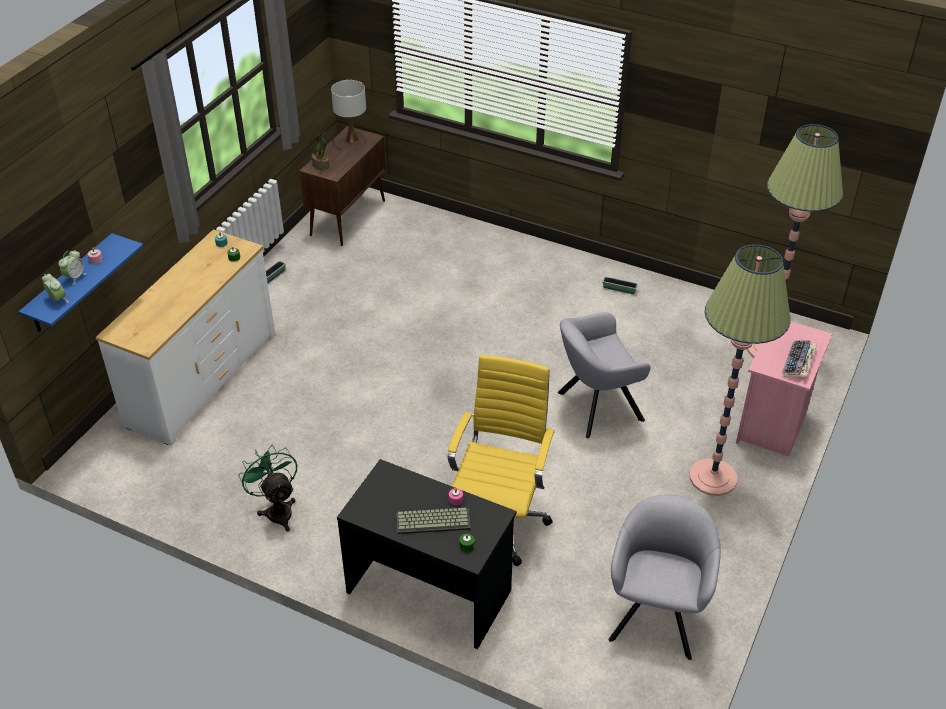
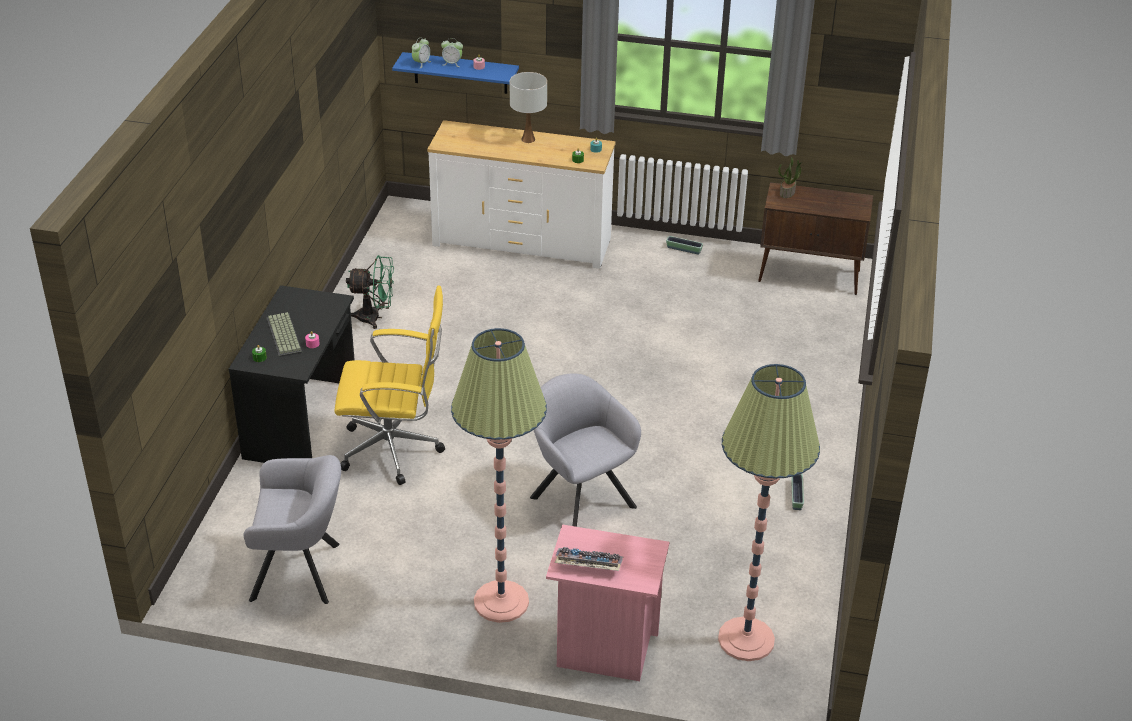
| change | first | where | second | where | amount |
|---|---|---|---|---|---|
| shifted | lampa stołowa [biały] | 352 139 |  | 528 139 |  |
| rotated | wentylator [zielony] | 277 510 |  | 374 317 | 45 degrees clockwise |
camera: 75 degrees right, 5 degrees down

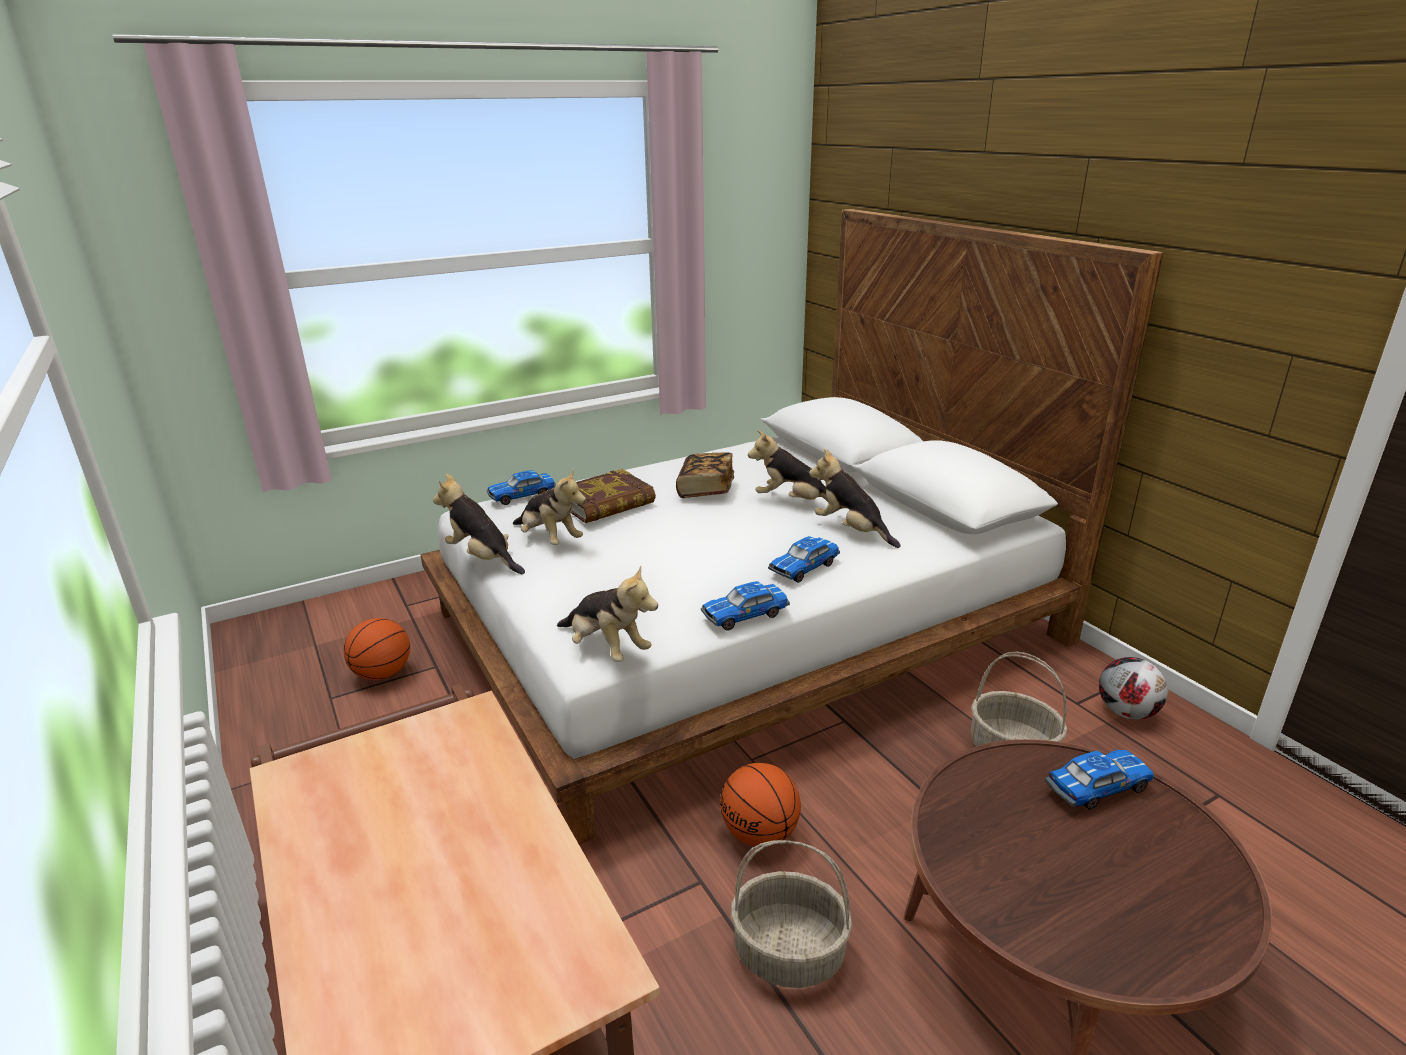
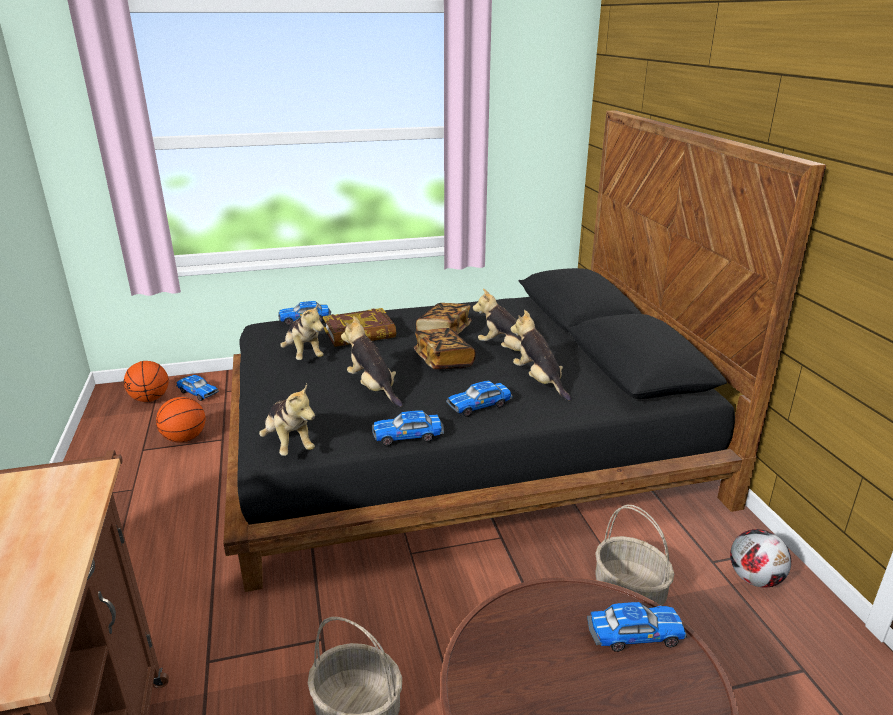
| change | first | where | second | where | amount |
|---|---|---|---|---|---|
| repainted | łóżko [biały] | 743 626 | łóżko [czarny] | 460 447 |  |
| shifted | pluszak | 482 558 |  | 373 388 |  |
| shifted | piłka do koszykówki | 760 834 |  | 150 399 |  |
| new |  |  | książka | 443 361 |  |
| new |  |  | samochodzik | 198 392 |  |
camera: 15 degrees right, 0 degrees up

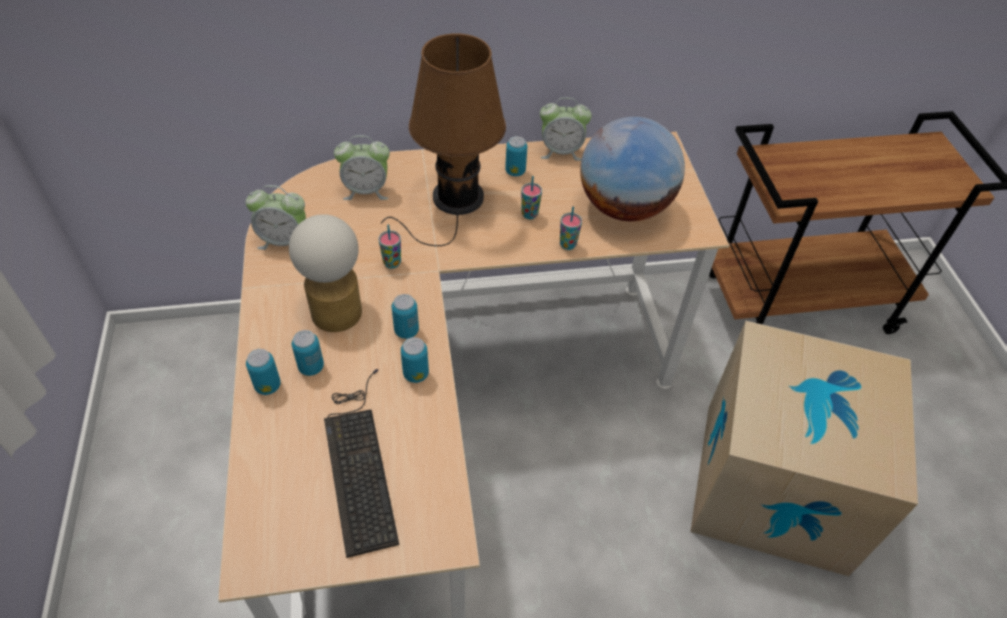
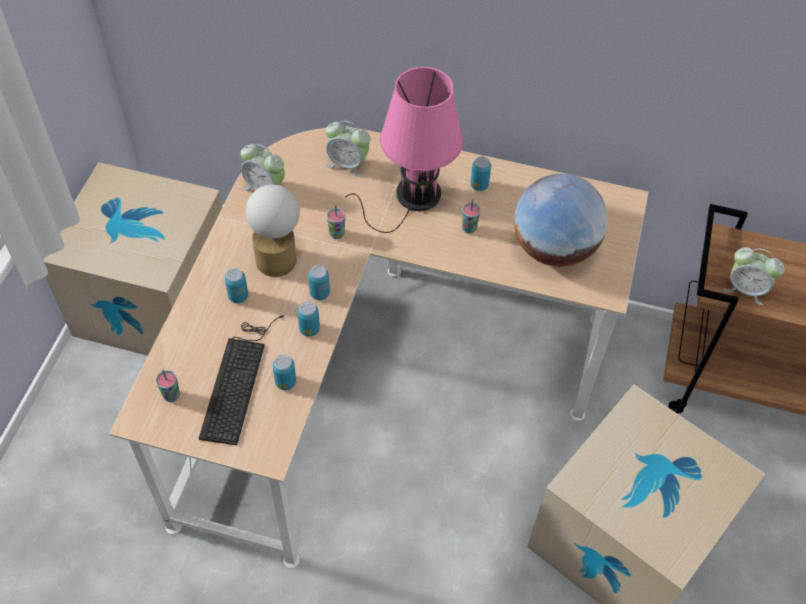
| change | first | where | second | where | amount |
|---|---|---|---|---|---|
| repainted | lampa stołowa [brązowy] | 454 201 | lampa stołowa [różowy] | 413 196 |  |
| shifted | budzik | 561 152 |  | 745 289 |  |
| shifted | filiżanka | 567 244 |  | 171 396 |  |
| shifted | puszka | 268 386 |  | 285 382 |  |
| new |  |  | karton | 155 301 |  |
camera: 25 degrees right, 5 degrees up

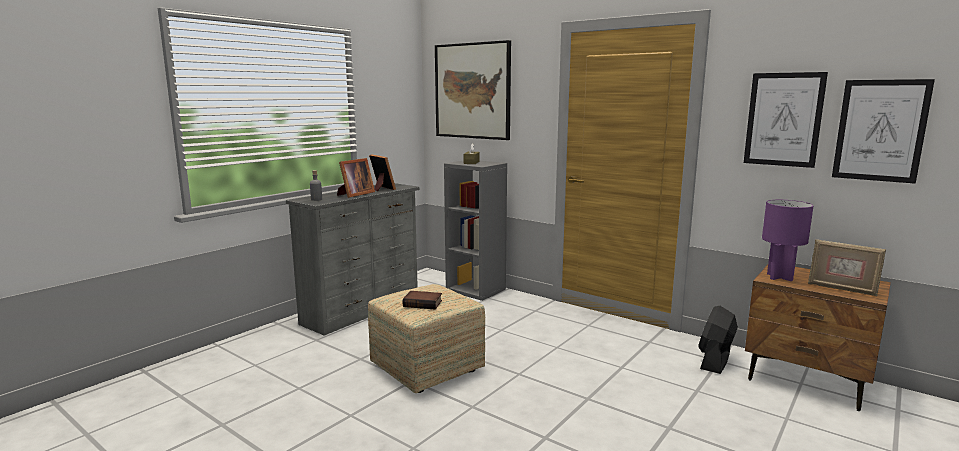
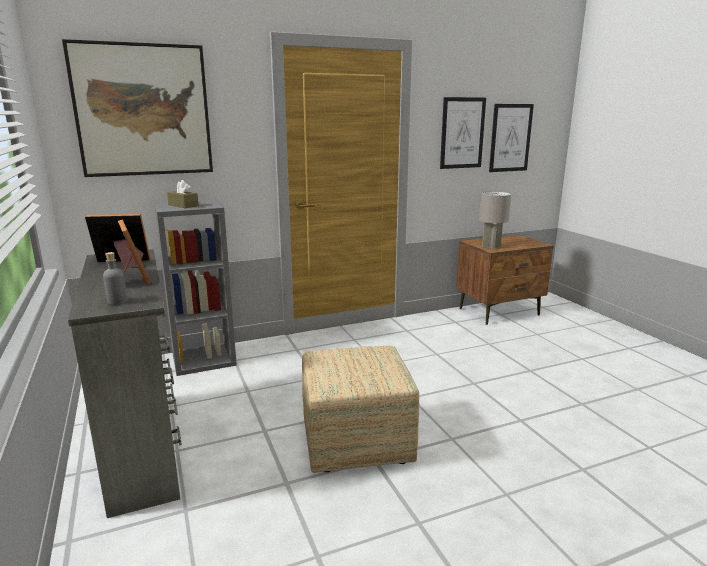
| change | first | where | second | where | amount |
|---|---|---|---|---|---|
| repainted | lampa stołowa [fioletowy] | 780 277 | lampa stołowa [szary] | 491 247 |  |
| gone | ramka na zdjęcie | 841 289 |  |  |  |
| gone | książka | 423 303 |  |  |  |
| gone | wentylator [czarny] | 715 360 |  |  |  |
camera: 60 degrees left, 5 degrees up

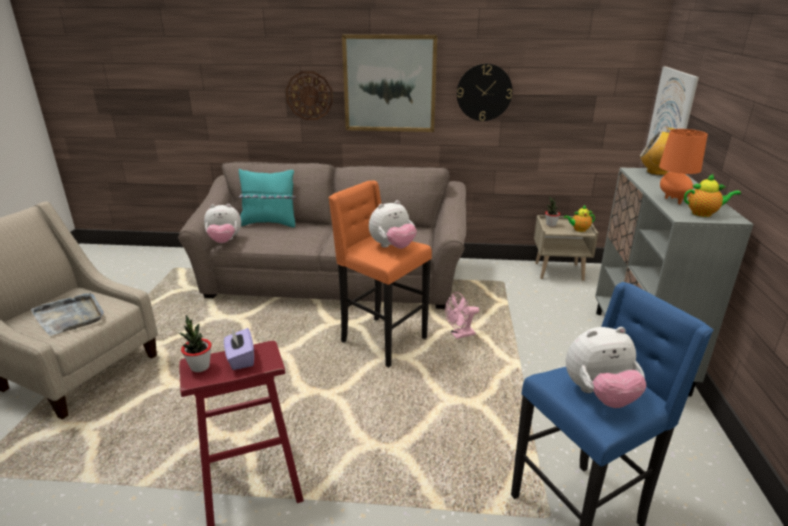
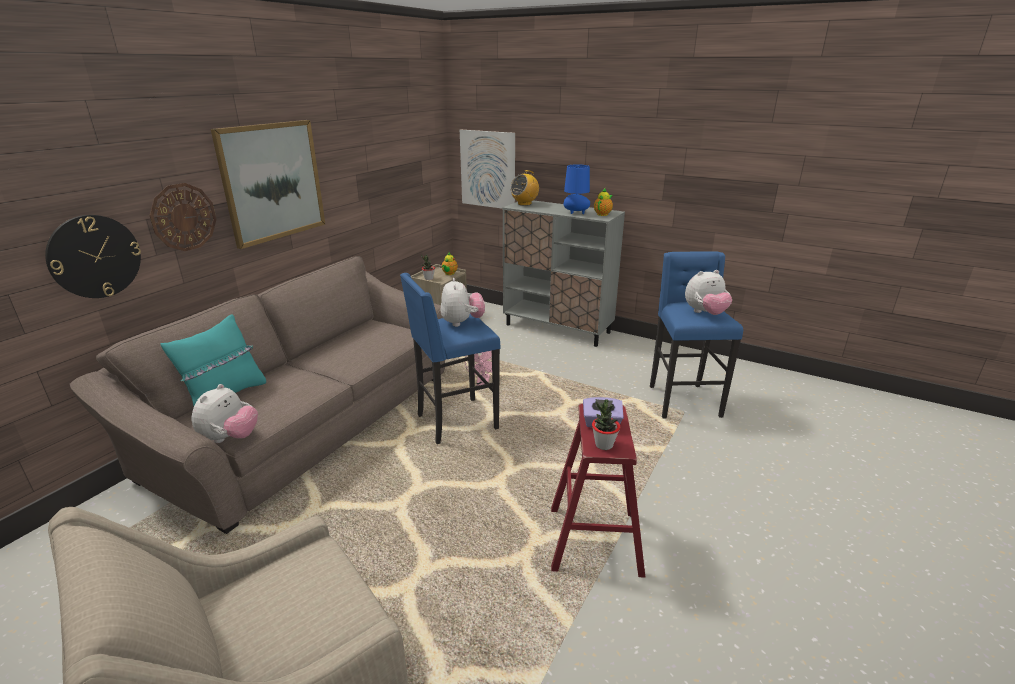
| change | first | where | second | where | amount |
|---|---|---|---|---|---|
| shifted | zegar ścienny | 484 92 |  | 95 256 |  |
| repainted | lampa stołowa [pomarańczowy] | 672 200 | lampa stołowa [niebieski] | 575 213 |  |
| repainted | stołek [pomarańczowy] | 381 340 | stołek [niebieski] | 455 422 |  |
| gone | taca [szary] | 70 316 |  |  |  |
| rotated | pluszak | 599 395 |  | 705 313 | 60 degrees clockwise |
camera: 65 degrees left, 0 degrees up

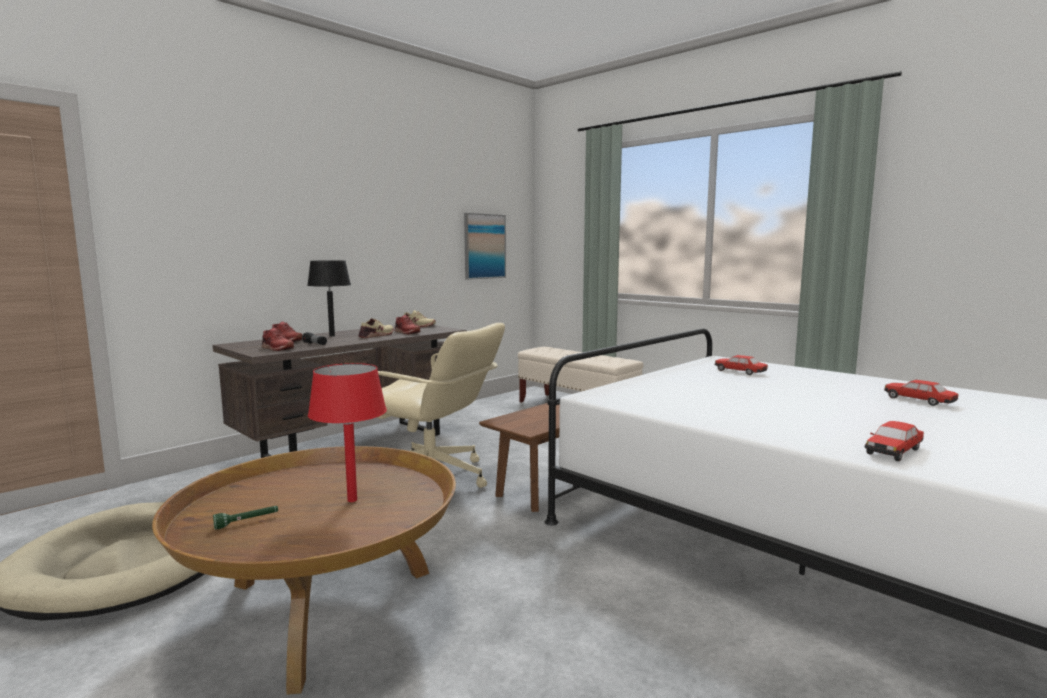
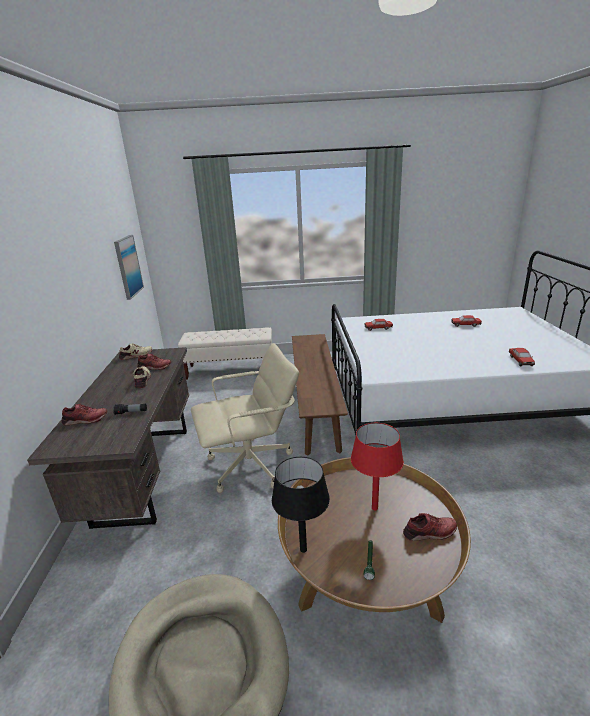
| change | first | where | second | where | amount |
|---|---|---|---|---|---|
| shifted | lampa stołowa [czarny] | 332 336 |  | 303 549 |  |
| shifted | but [czerwony] | 277 348 |  | 429 532 |  |
camera: 45 degrees left, 15 degrees up

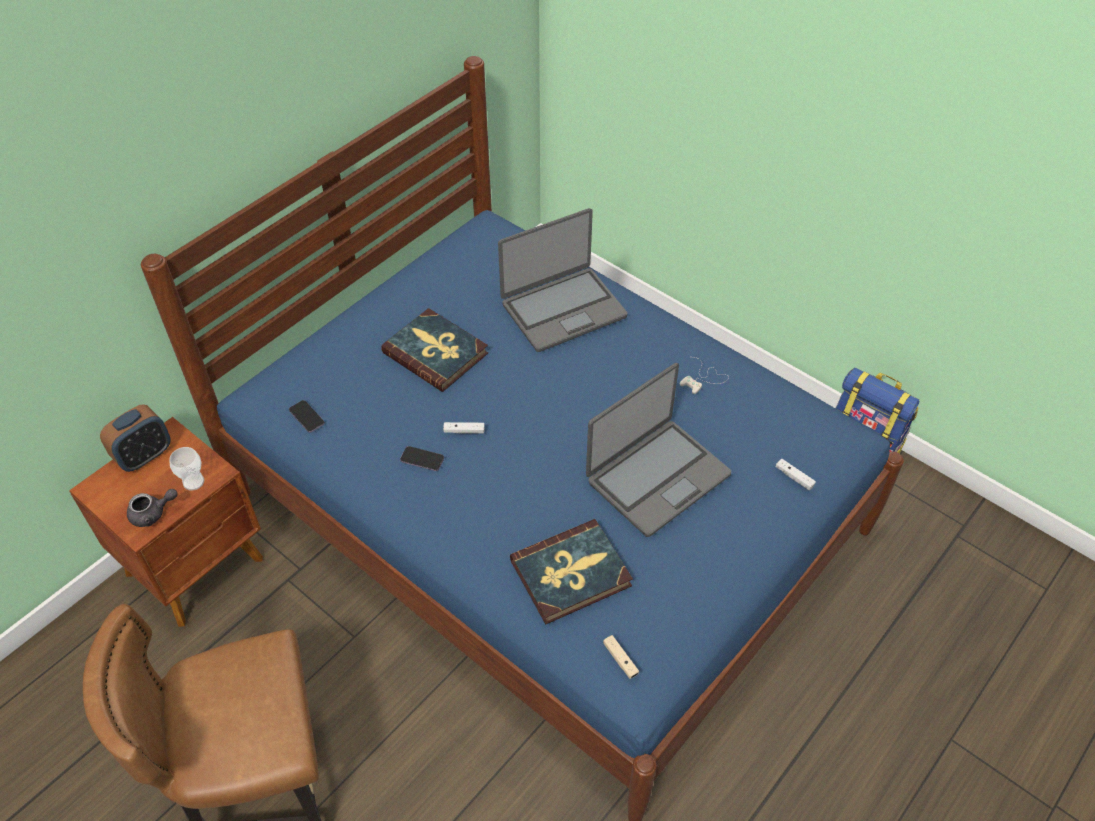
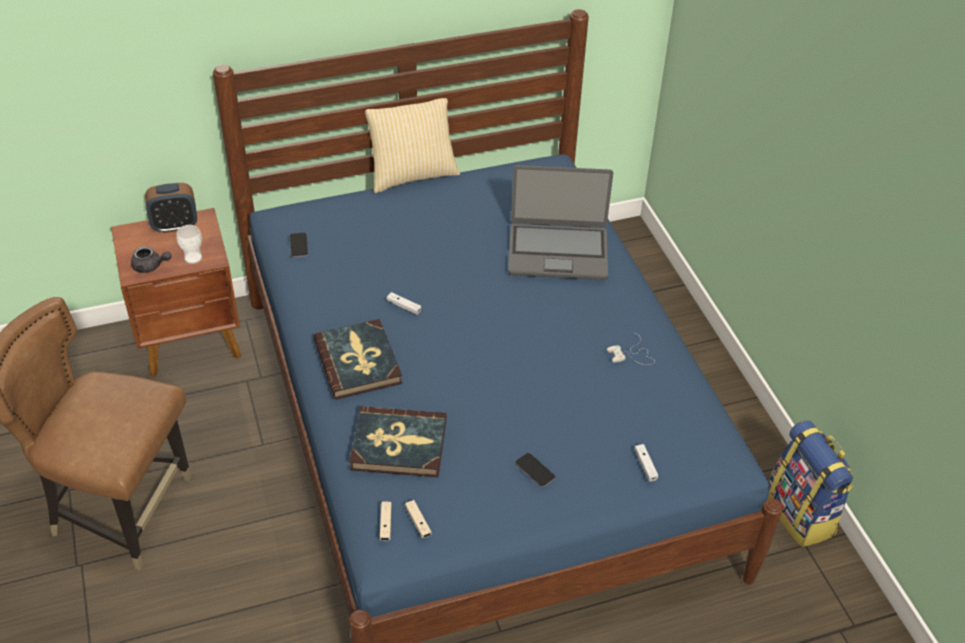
| change | first | where | second | where | amount |
|---|---|---|---|---|---|
| shifted | książka | 436 353 |  | 358 362 |  |
| gone | laptop | 657 477 |  |  |  |
| shifted | telefon | 422 459 |  | 535 471 |  |
| new |  |  | poduszka | 412 174 |  |
| new |  |  | pad do gier [beżowy] | 418 522 |  |
camera: 30 degrees right, 5 degrees down

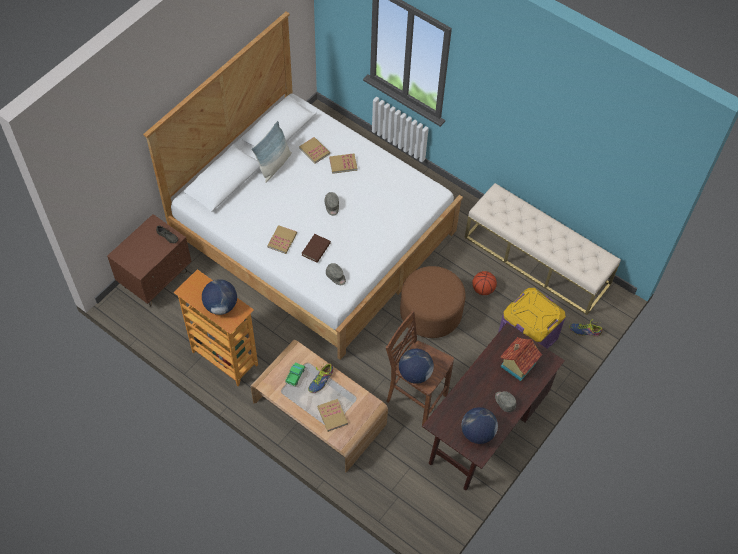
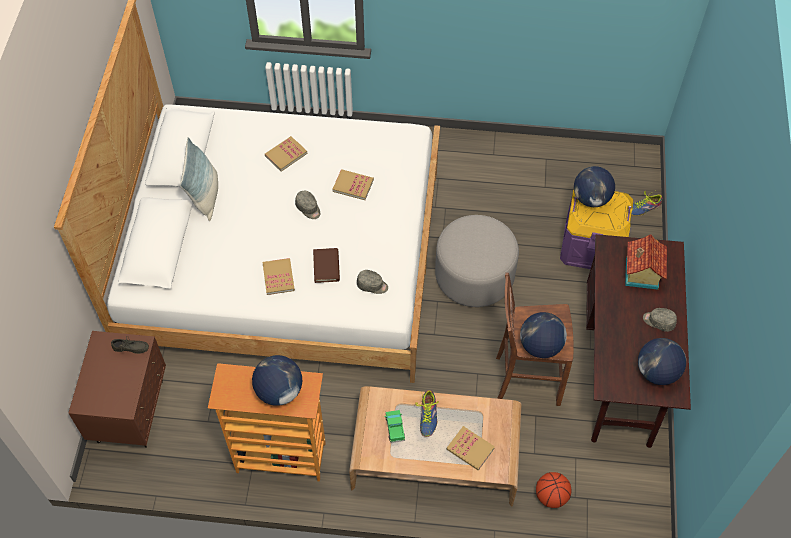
| change | first | where | second | where | amount |
|---|---|---|---|---|---|
| shifted | książka | 314 151 |  | 353 185 |  |
| gone | ławka [beżowy] | 537 260 |  |  |  |
| repainted | pufa [brązowy] | 430 313 | pufa [szary] | 474 275 |  |
| shifted | piłka do koszykówki | 483 289 |  | 551 496 |  |
| new |  |  | globus | 591 198 |  |
camera: 30 degrees left, 0 degrees up

